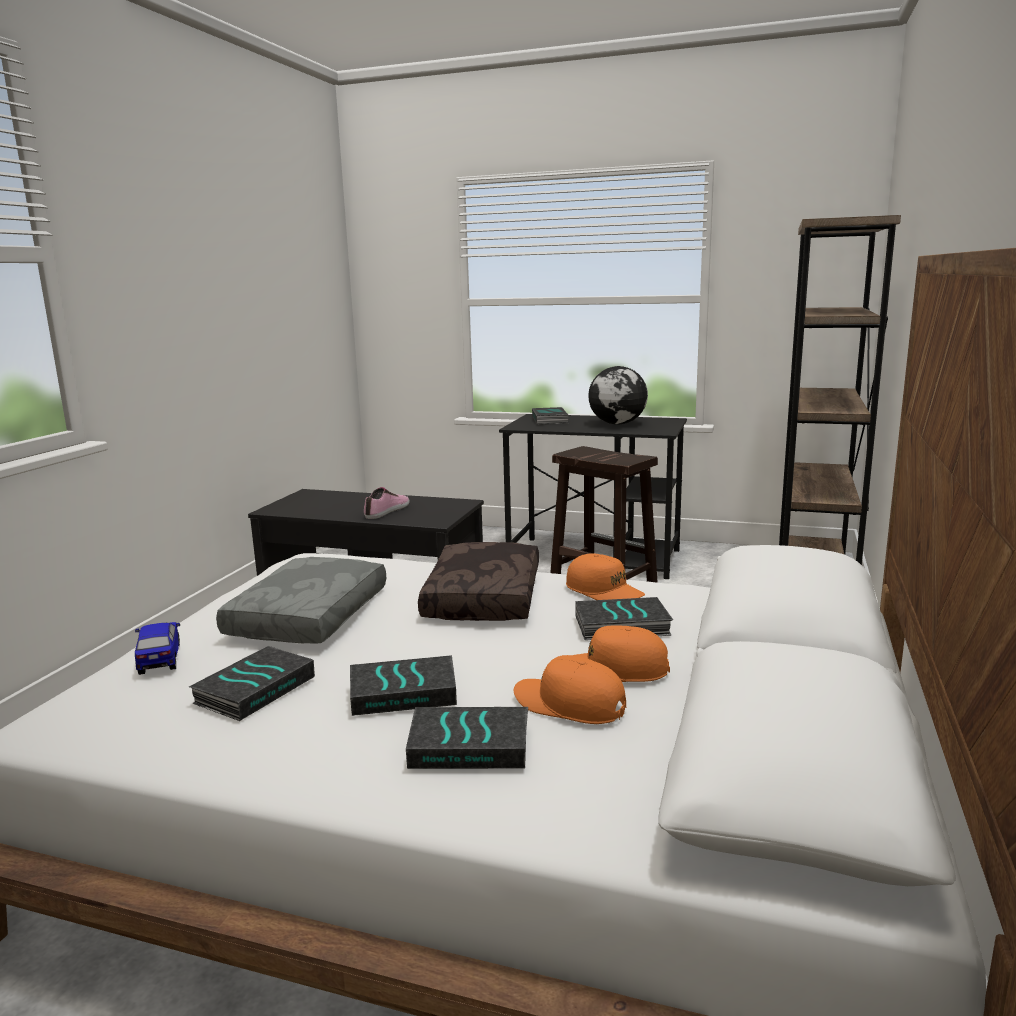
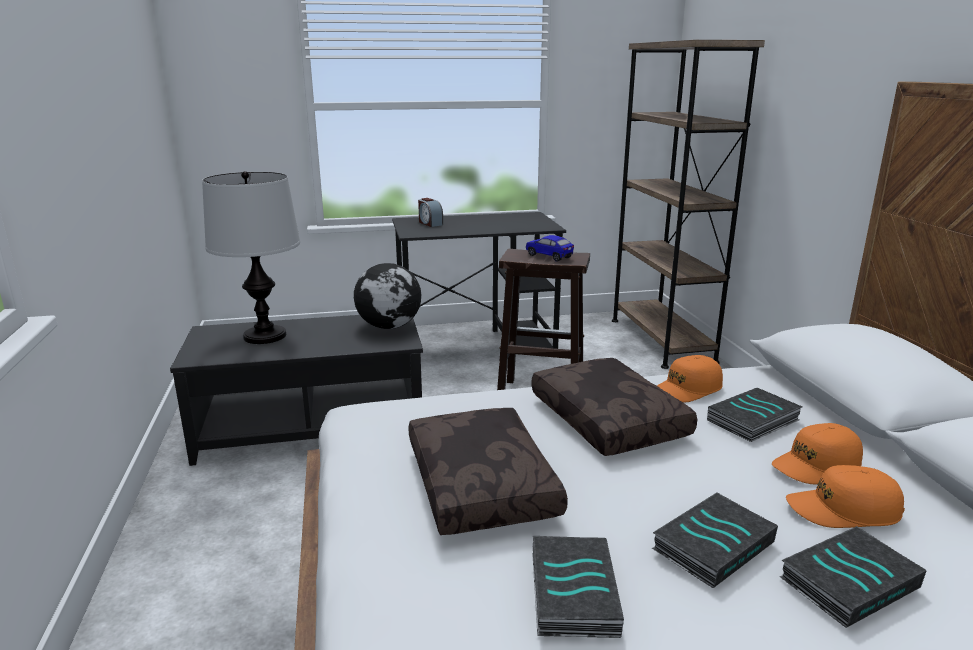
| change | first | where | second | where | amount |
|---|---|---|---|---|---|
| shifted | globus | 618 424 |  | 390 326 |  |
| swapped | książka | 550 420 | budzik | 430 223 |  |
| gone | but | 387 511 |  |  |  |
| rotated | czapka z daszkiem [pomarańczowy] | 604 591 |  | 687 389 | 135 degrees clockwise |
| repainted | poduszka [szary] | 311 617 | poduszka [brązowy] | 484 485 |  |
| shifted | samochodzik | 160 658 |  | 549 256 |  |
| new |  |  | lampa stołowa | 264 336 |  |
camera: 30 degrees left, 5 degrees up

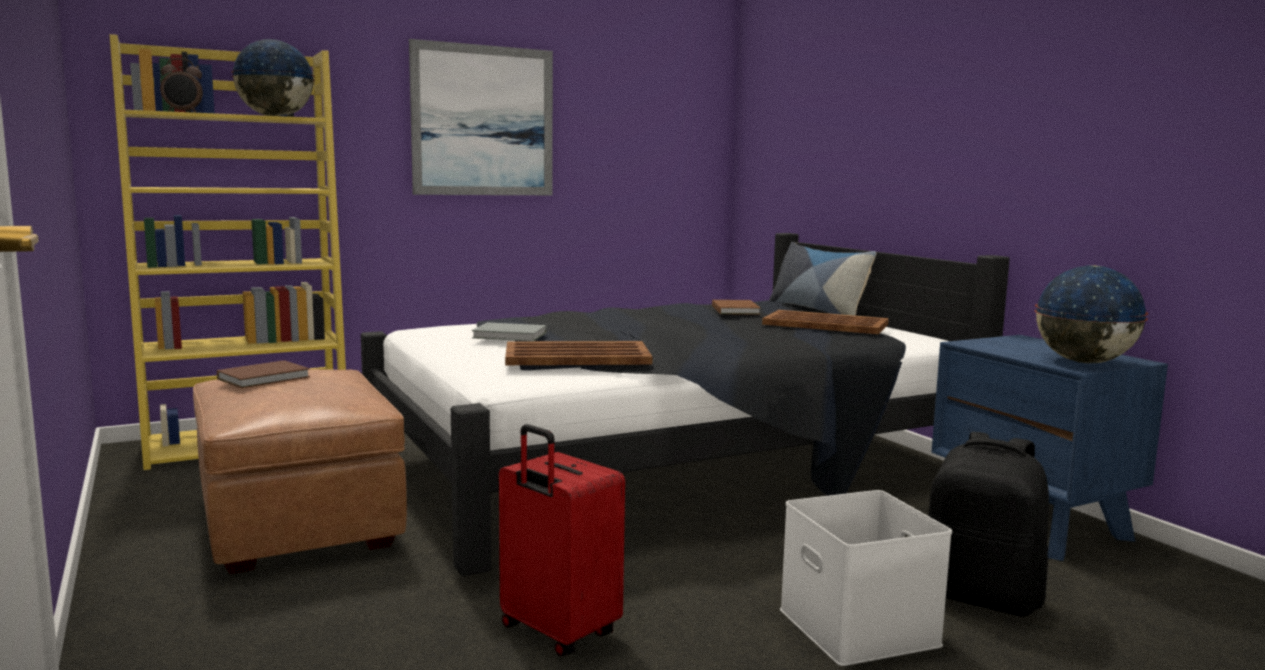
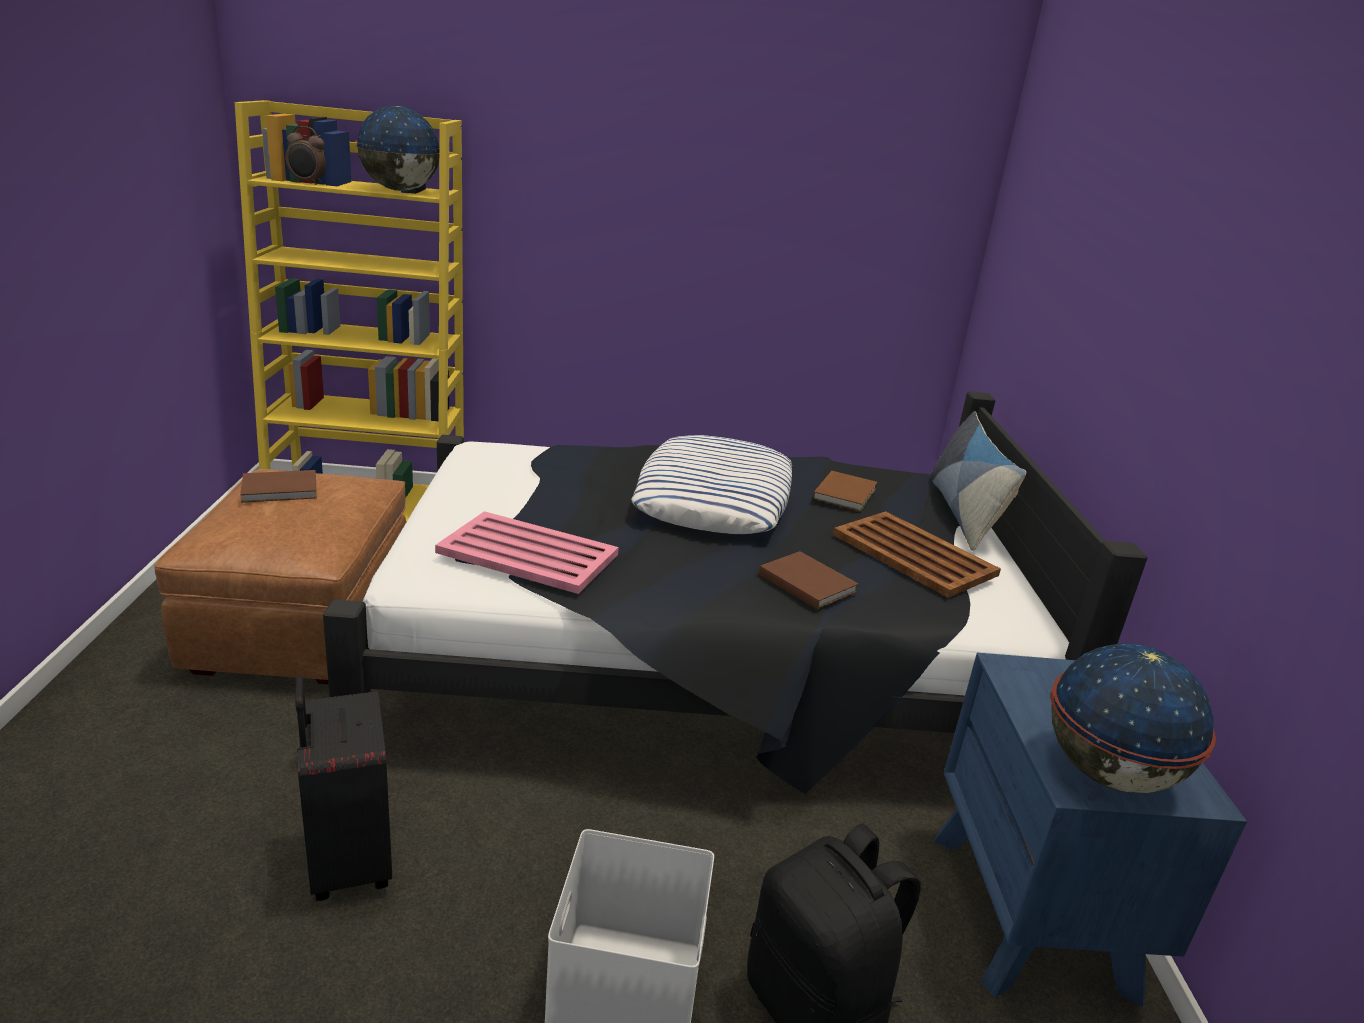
| change | first | where | second | where | amount |
|---|---|---|---|---|---|
| gone | obraz | 483 121 |  |  |  |
| gone | książka [szary] | 511 336 |  |  |  |
| repainted | taca [brązowy] | 578 356 | taca [różowy] | 529 554 |  |
| repainted | walizka [czerwony] | 556 632 | walizka [czarny] | 347 863 |  |
| new |  |  | poduszka | 714 498 |  |
| new |  |  | książka [brązowy] | 806 582 |  |
camera: 25 degrees right, 15 degrees up

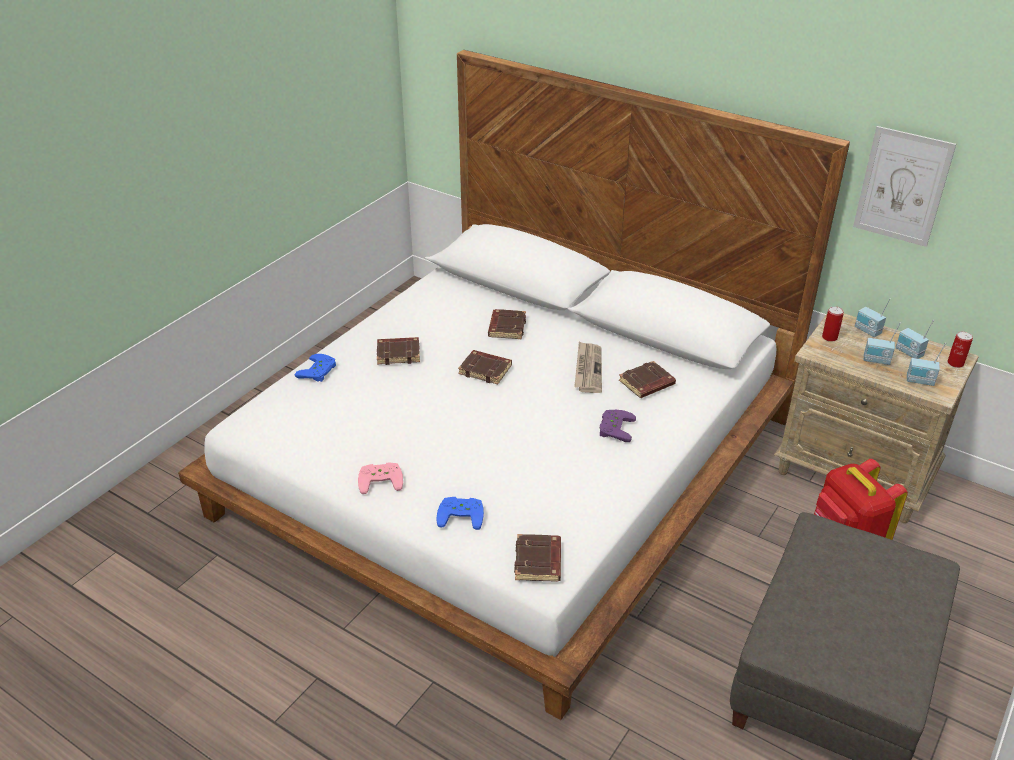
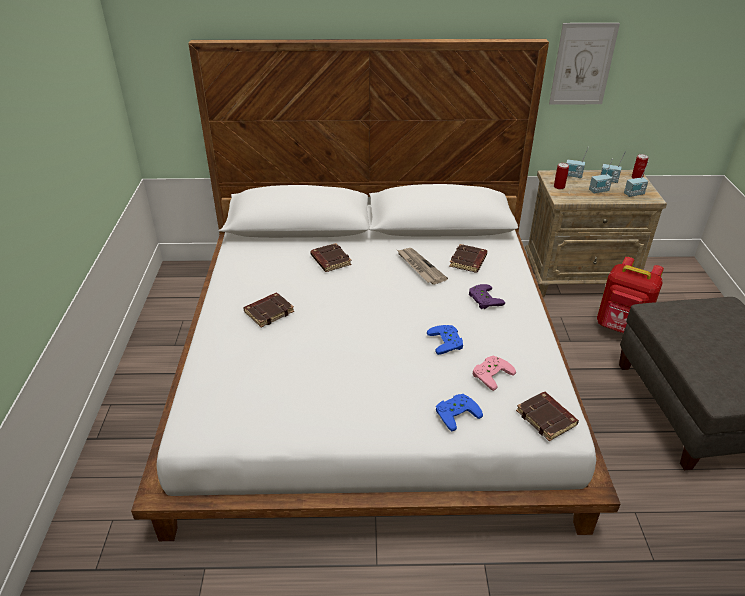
| change | first | where | second | where | amount |
|---|---|---|---|---|---|
| gone | książka [brązowy] | 486 370 |  |  |  |
| shifted | pad do gier [niebieski] | 319 371 |  | 447 341 |  |
| shifted | pad do gier [różowy] | 381 479 |  | 490 373 |  |
camera: 35 degrees left, 0 degrees up

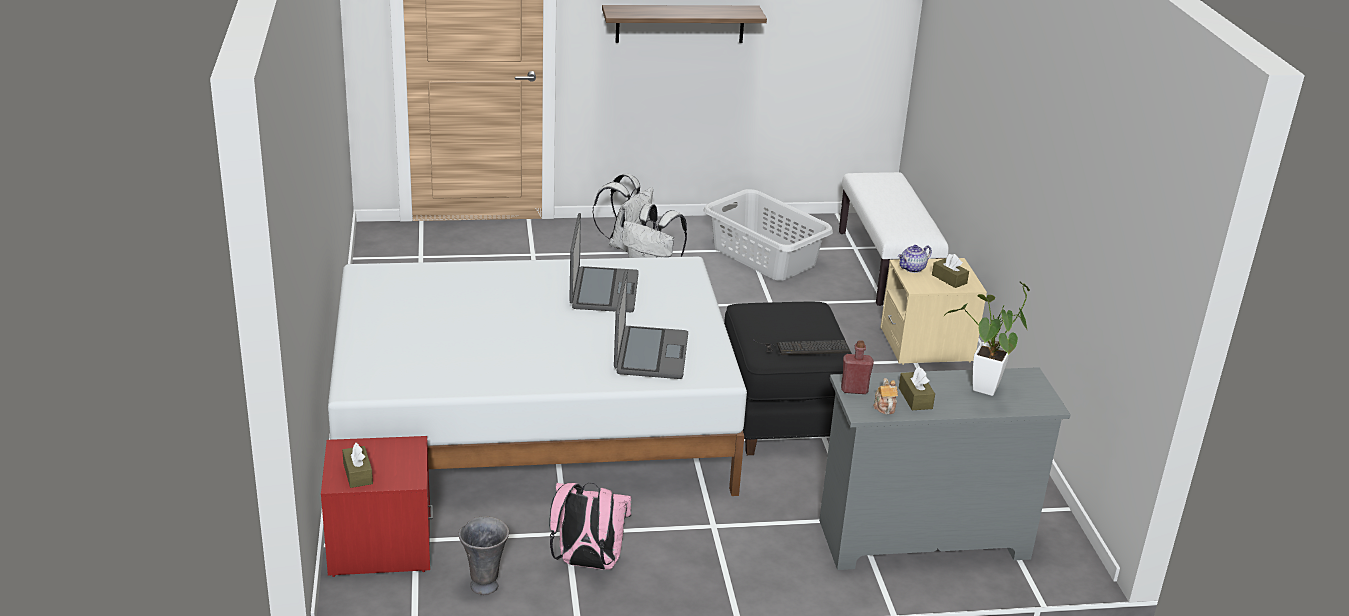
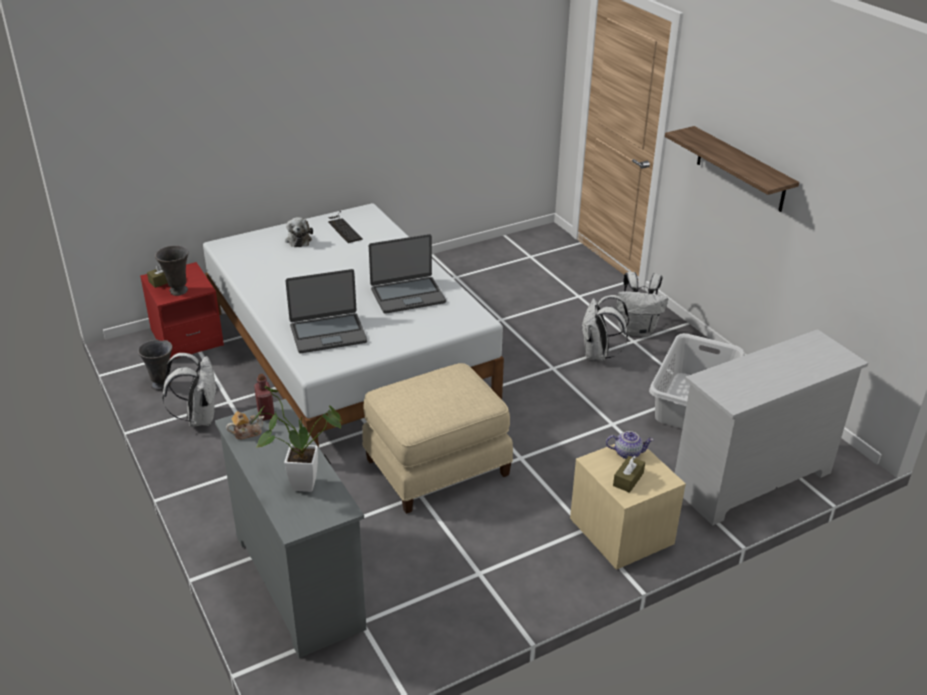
| change | first | where | second | where | amount |
|---|---|---|---|---|---|
| swapped | ławka [biały] | 886 267 | komoda [biały] | 751 480 |  |
| rotated | imbryk | 912 269 |  | 628 453 | 150 degrees clockwise |
| repainted | pufa [czarny] | 781 415 | pufa [beżowy] | 436 466 |  |
| shifted | klawiatura | 804 348 |  | 343 228 |  |
| gone | pudełko chusteczek [brązowy] | 915 398 |  |  |  |
| repainted | plecak [różowy] | 587 563 | plecak [biały] | 199 418 |  |
| new |  |  | pluszak | 298 239 |  |
| new |  |  | wazon [szary] | 178 291 |  |
camera: 70 degrees right, 5 degrees up

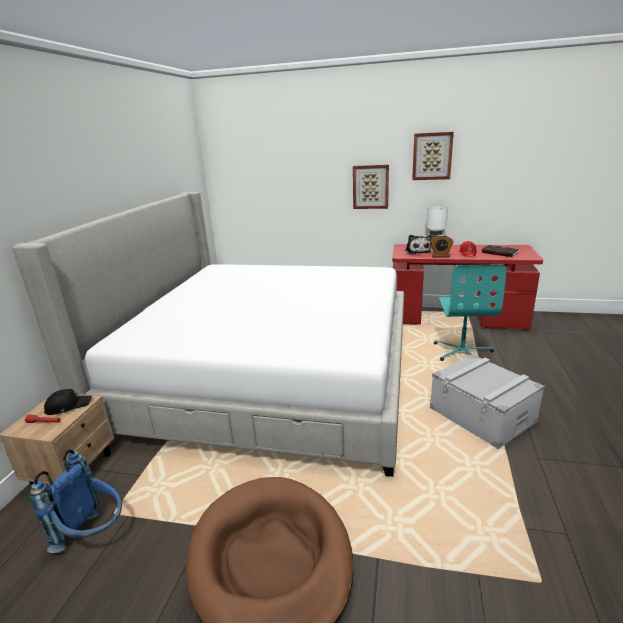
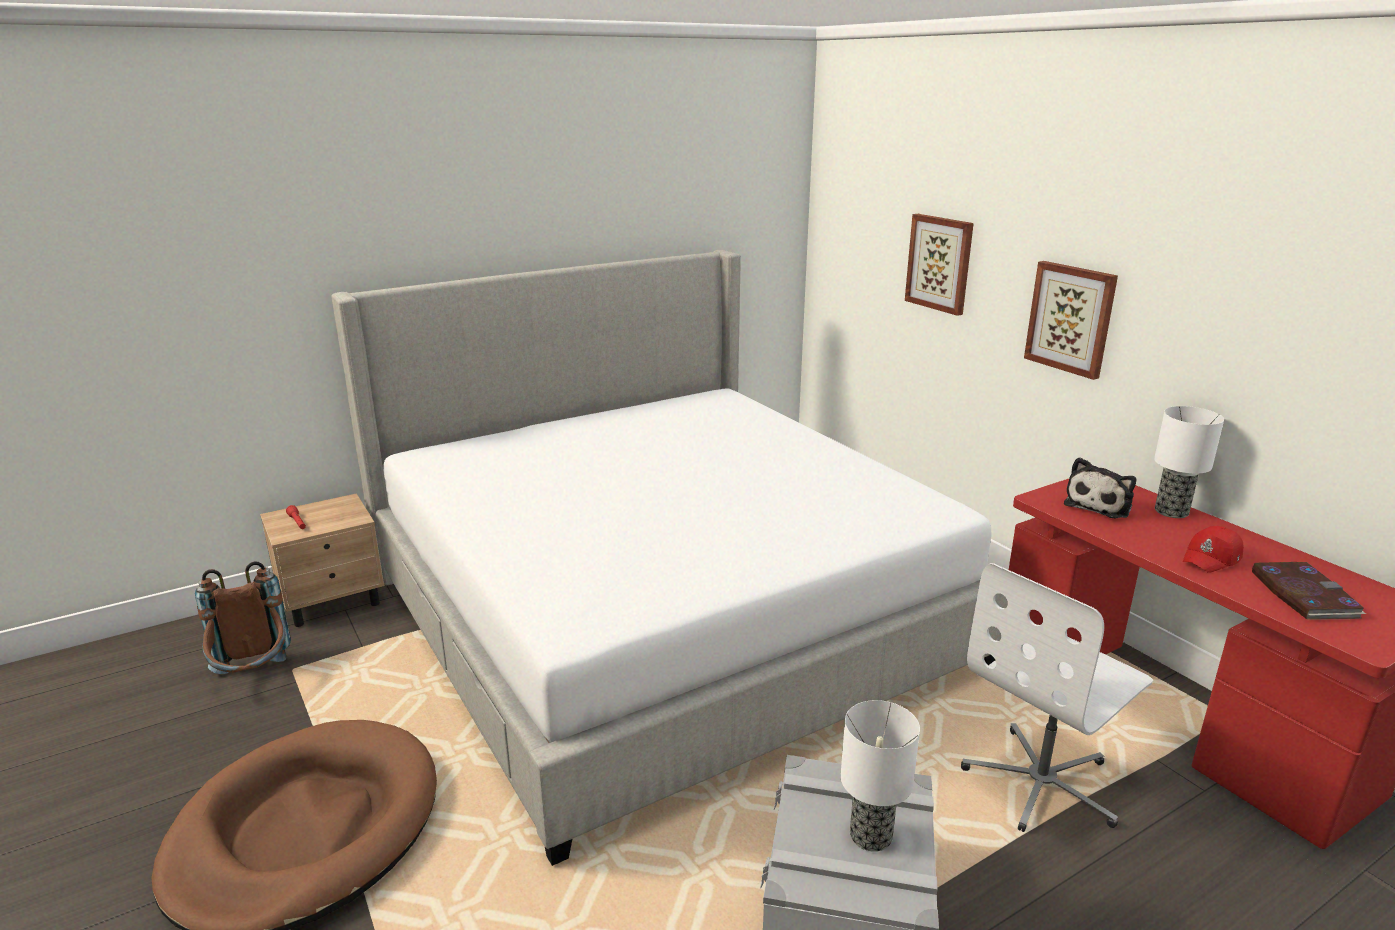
| change | first | where | second | where | amount |
|---|---|---|---|---|---|
| shifted | obraz | 432 156 |  | 940 263 |  |
| gone | budzik | 440 256 |  |  |  |
| repainted | krzesło biurowe [turkusowy] | 462 351 | krzesło biurowe [biały] | 1042 783 |  |
| gone | czapka z daszkiem [czarny] | 68 406 |  |  |  |
| repainted | plecak [niebieski] | 94 535 | plecak [brązowy] | 254 679 |  |
| new |  |  | lampa stołowa | 869 836 |  |
camera: 45 degrees right, 0 degrees up

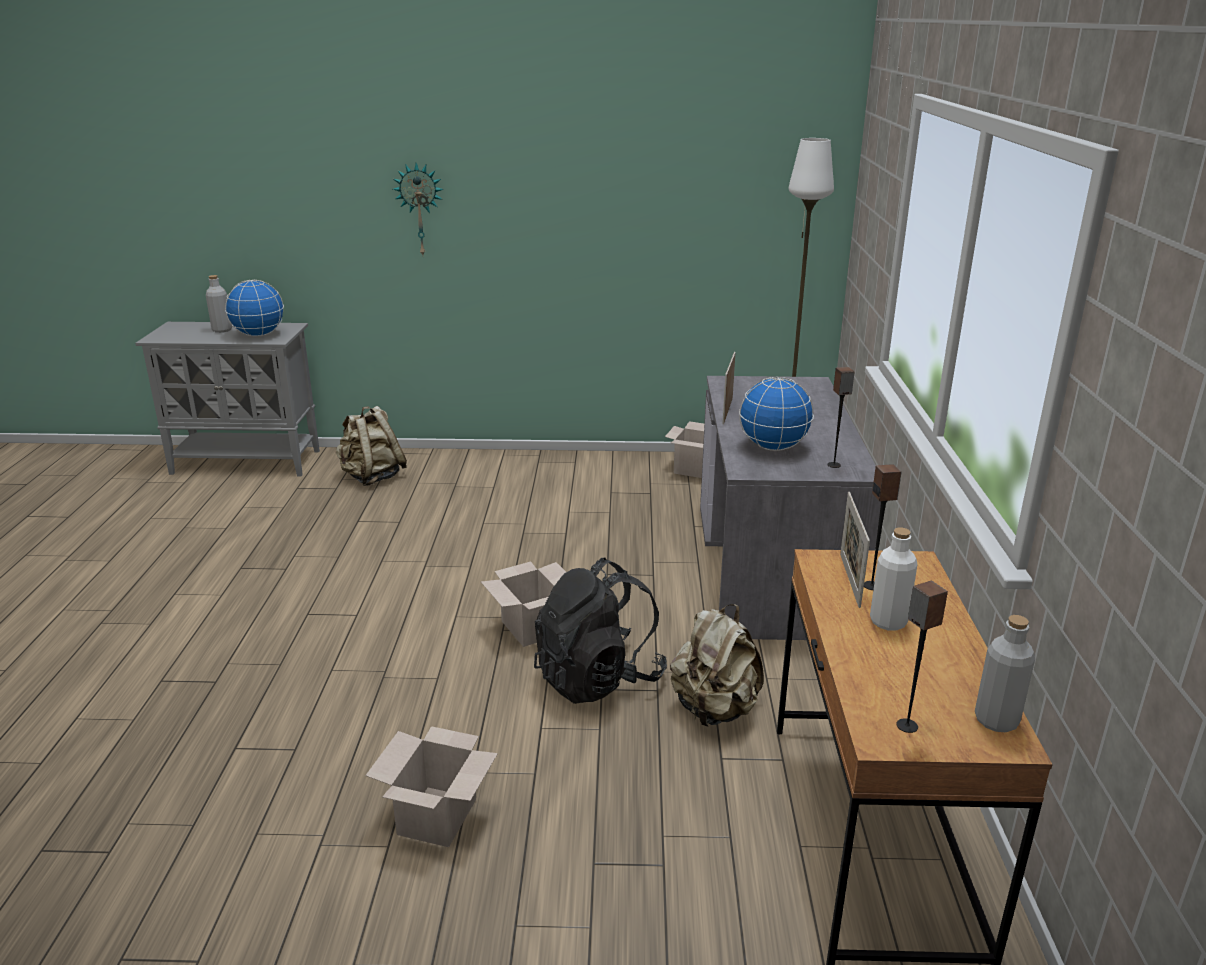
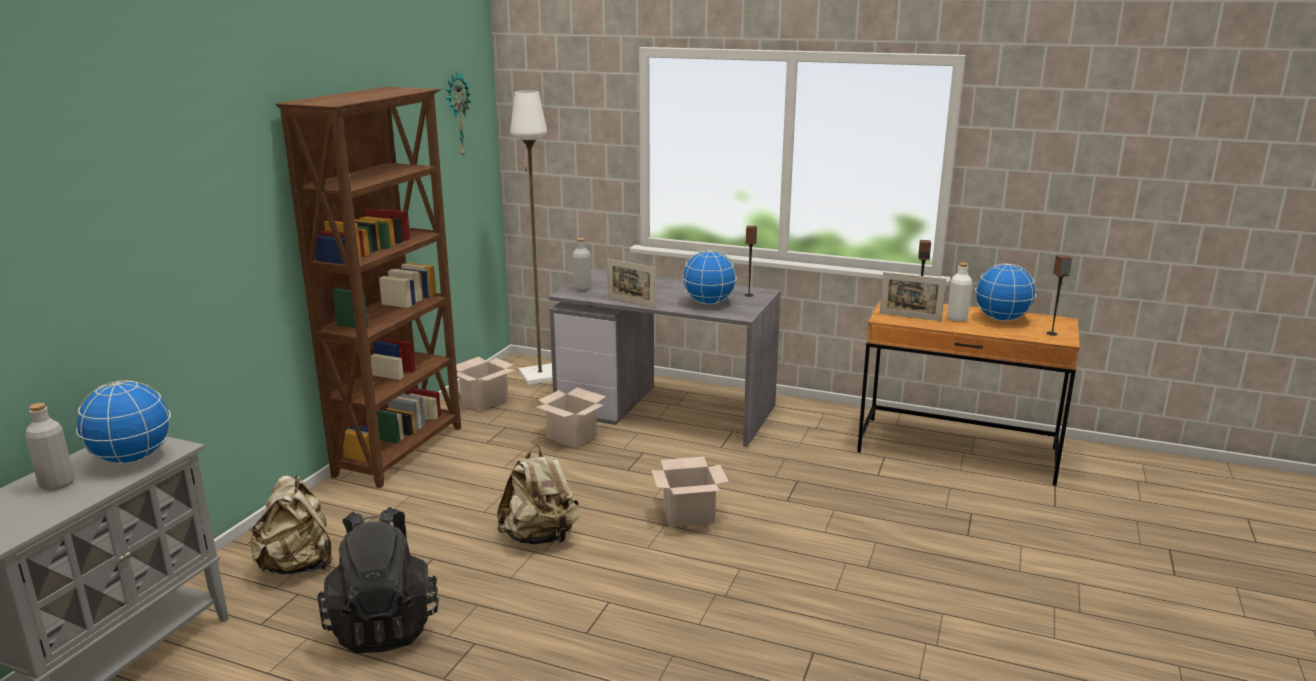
| change | first | where | second | where | amount |
|---|---|---|---|---|---|
| shifted | zegar ścienny | 420 209 |  | 457 115 |  |
| shifted | plecak [czarny] | 598 678 |  | 384 625 |  |
| shifted | plecak [beżowy] | 714 710 |  | 540 537 |  |
| shifted | butelka [szary] | 996 720 |  | 582 289 |  |
| shifted | karton | 437 818 |  | 573 437 |  |
| new |  |  | regał [brązowy] | 401 451 |  |
| new |  |  | globus | 1001 319 |  |
camera: 70 degrees left, 5 degrees down

